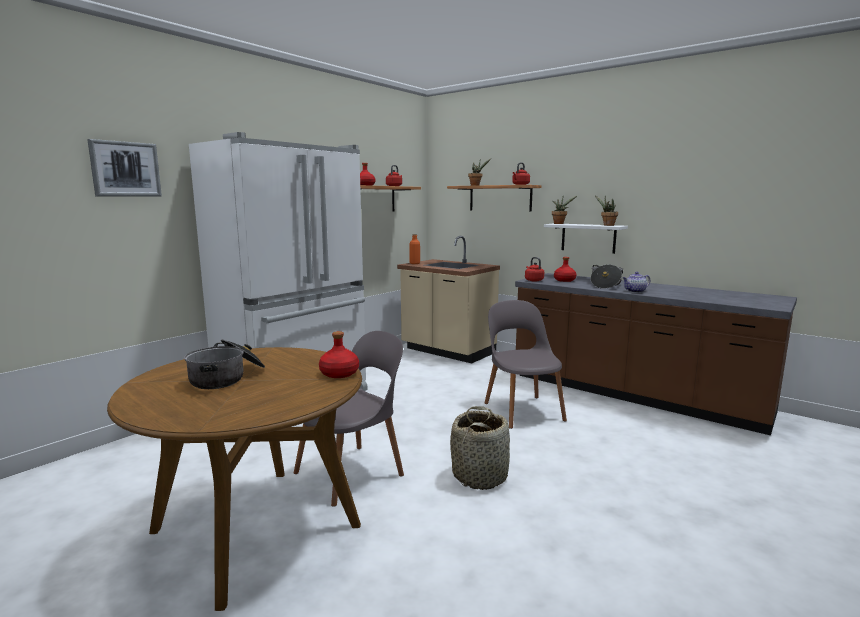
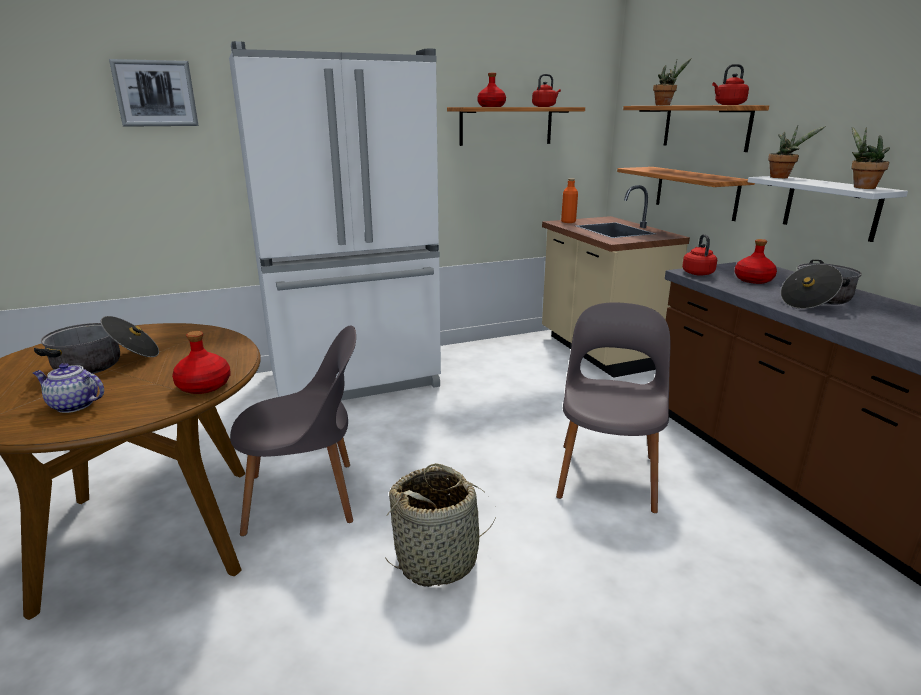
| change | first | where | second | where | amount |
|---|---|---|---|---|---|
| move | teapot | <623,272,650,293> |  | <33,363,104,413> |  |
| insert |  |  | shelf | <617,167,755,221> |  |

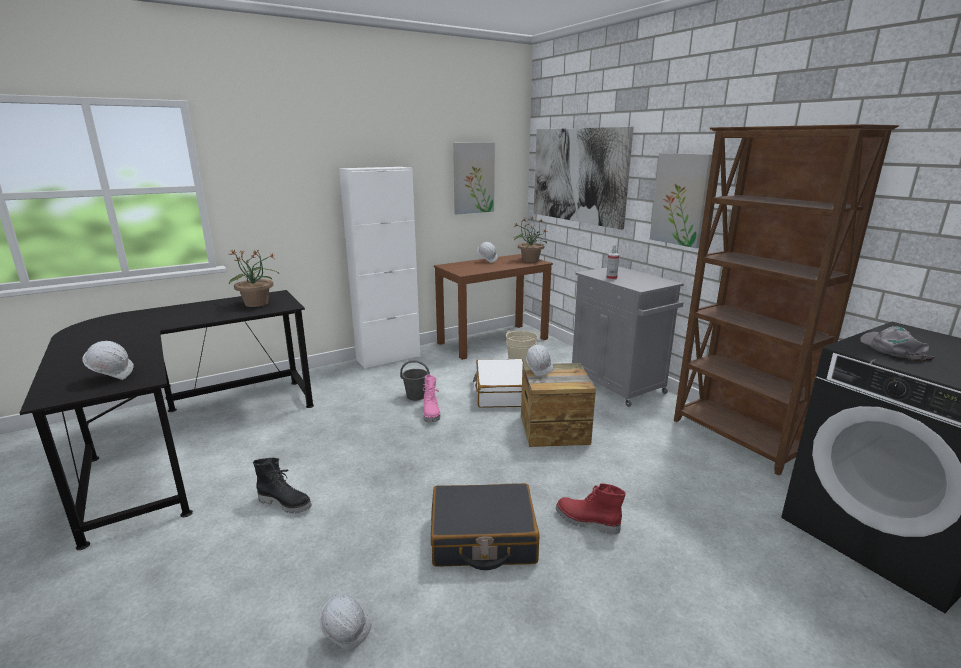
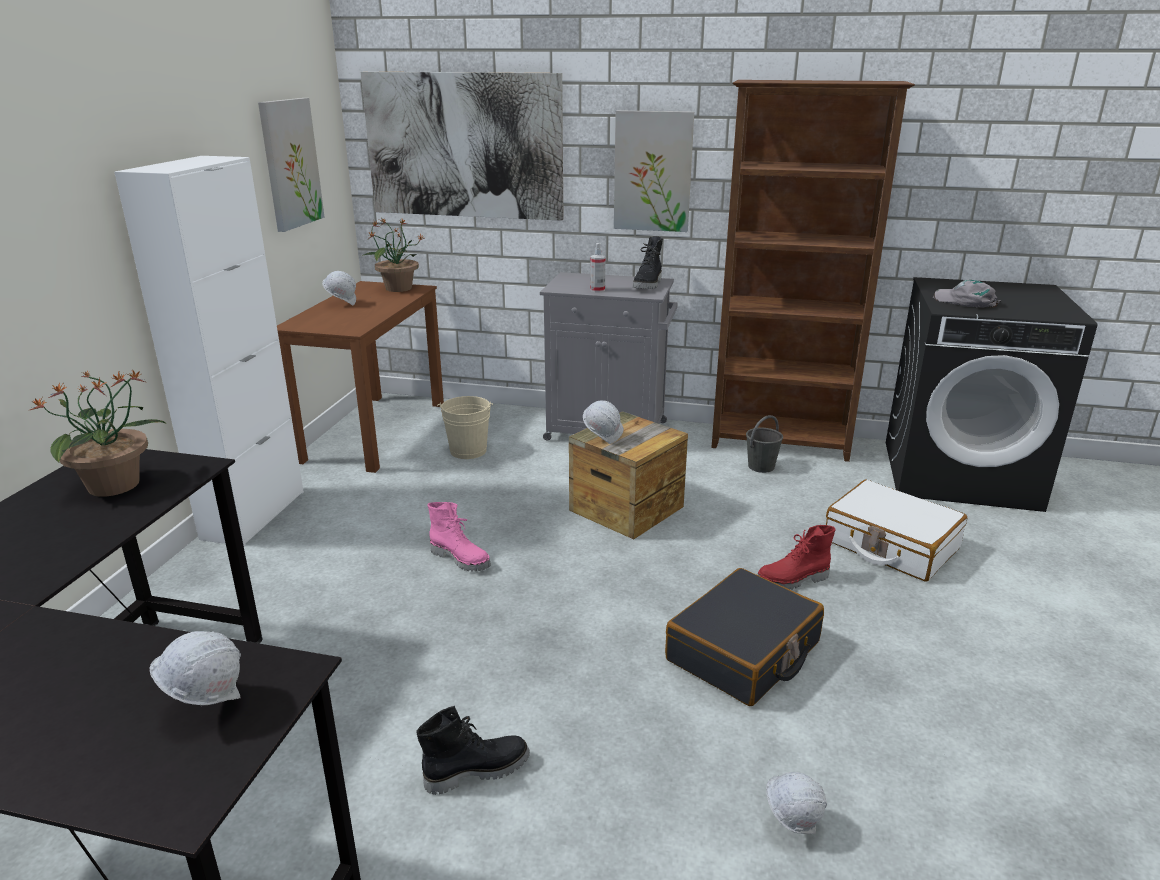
| change | first | where | second | where | amount |
|---|---|---|---|---|---|
| move | bucket in grey | <400,360,430,401> |  | <746,415,783,473> |  |
| move | suitcase in white | <473,359,524,408> |  | <826,480,967,582> |  |
| insert |  |  | boot in black | <633,236,663,289> |  |

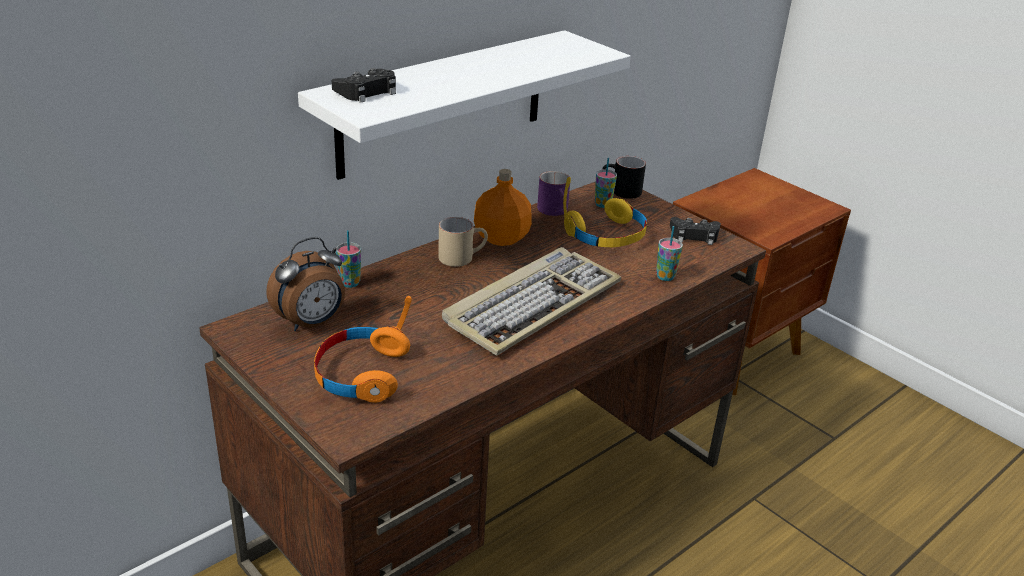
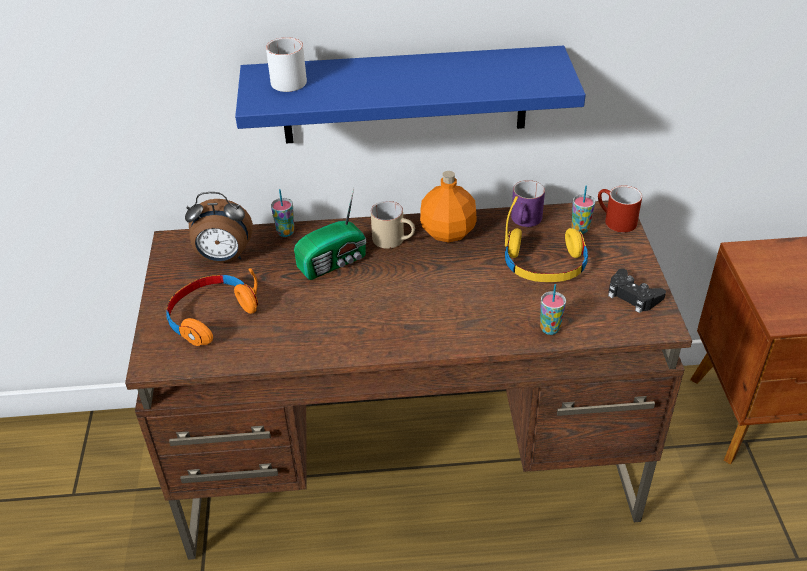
| change | first | where | second | where | amount |
|---|---|---|---|---|---|
| recolor | shelf in white | <298,30,631,180> | shelf in blue | <235,46,586,144> |  |
| replace | game controller in black | <332,68,396,103> | mug in white | <266,37,307,92> |  |
| delete | keyboard | <442,247,621,356> |  |  |  |
| recolor | mug in black | <602,156,646,199> | mug in red | <598,185,642,233> |  |
| insert |  |  | radio | <294,188,366,280> |  |

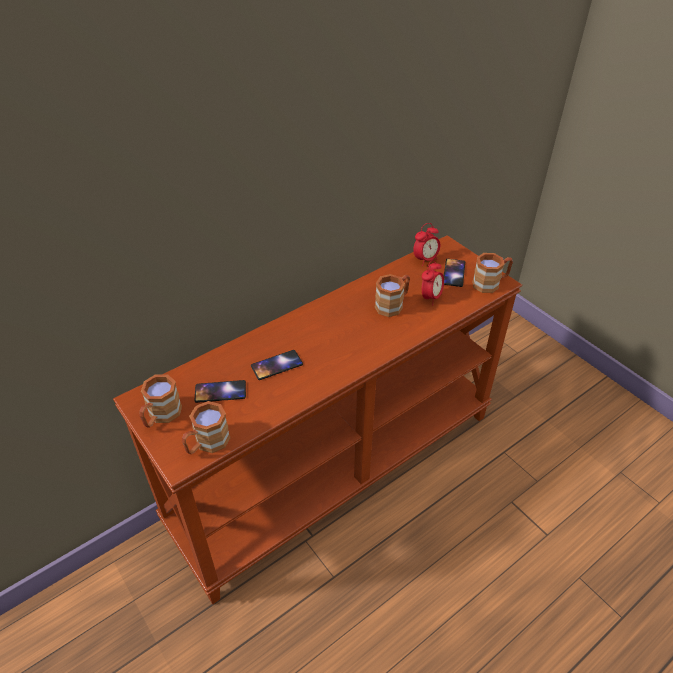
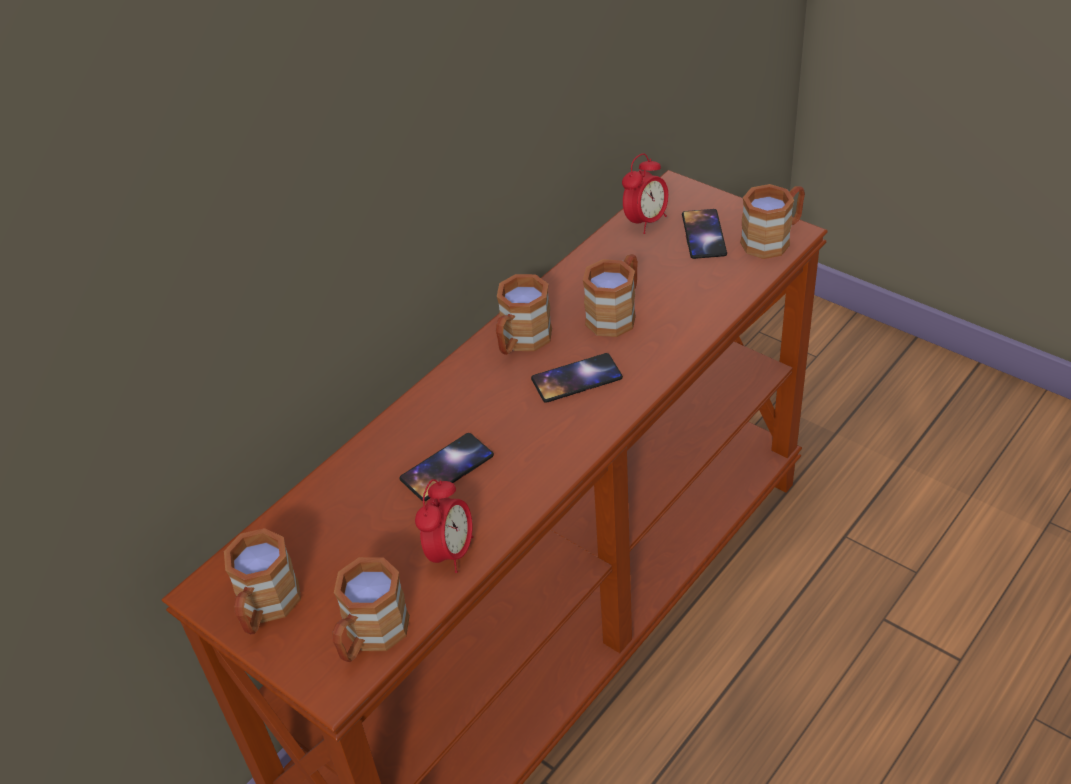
| change | first | where | second | where | amount |
|---|---|---|---|---|---|
| move | phone | <194,380,246,403> |  | <531,353,623,403> |  |
| move | alarm clock | <422,260,444,305> |  | <415,479,473,573> |  |
| insert |  |  | mug in brown | <496,274,552,355> |  |

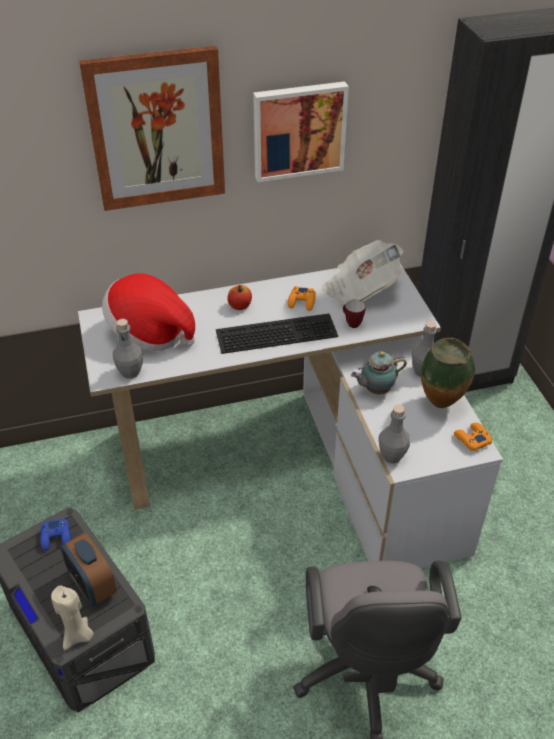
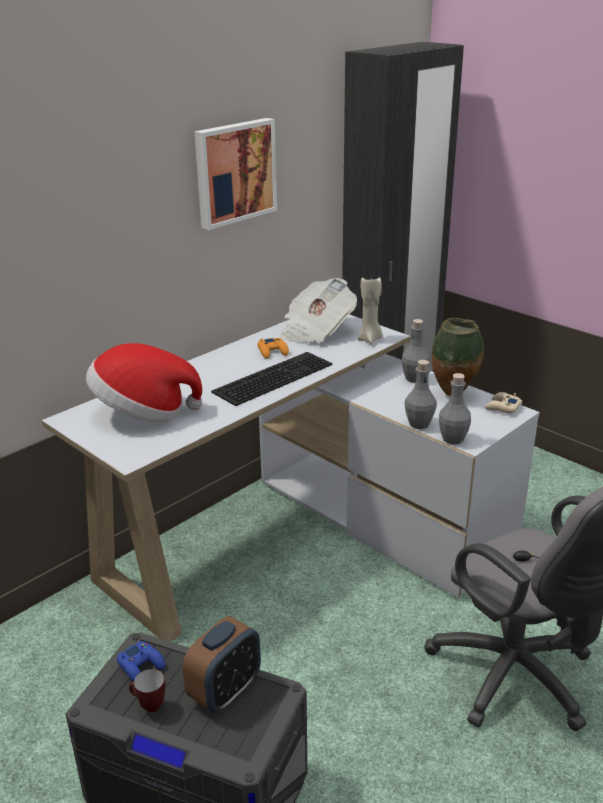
| change | first | where | second | where | amount |
|---|---|---|---|---|---|
| move | candle in beige | <51,586,94,650> |  | <357,276,382,344> |  |
| rotate | alarm clock | <60,533,117,606> |  | <183,616,261,713> | 75 degrees counterclockwise |
| delete | picture | <79,46,225,211> |  |  |  |
| move | bottle in grey | <113,319,143,379> |  | <405,360,437,429> |  |
| delete | apple | <227,285,252,310> |  |  |  |
| move | mug | <343,300,365,328> |  | <129,669,165,713> |  |
| delete | teapot | <351,351,407,395> |  |  |  |
| recolor | game controller in orange | <454,423,492,451> | game controller in beige | <485,392,522,414> |  |

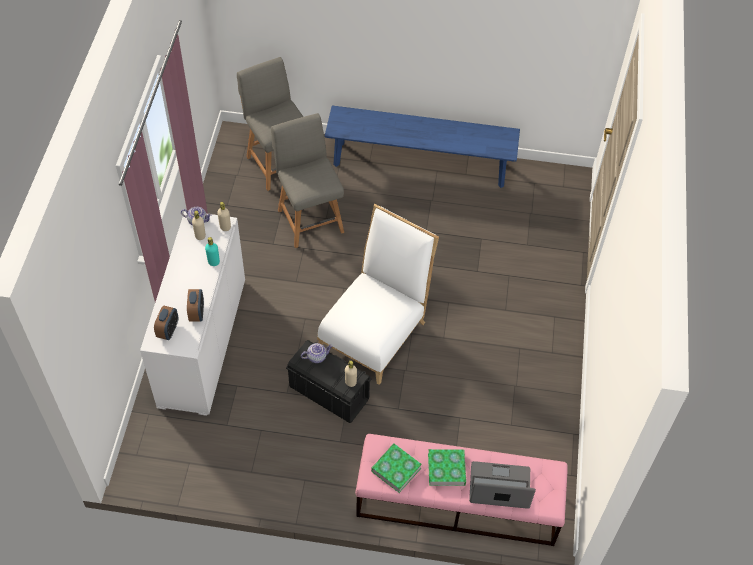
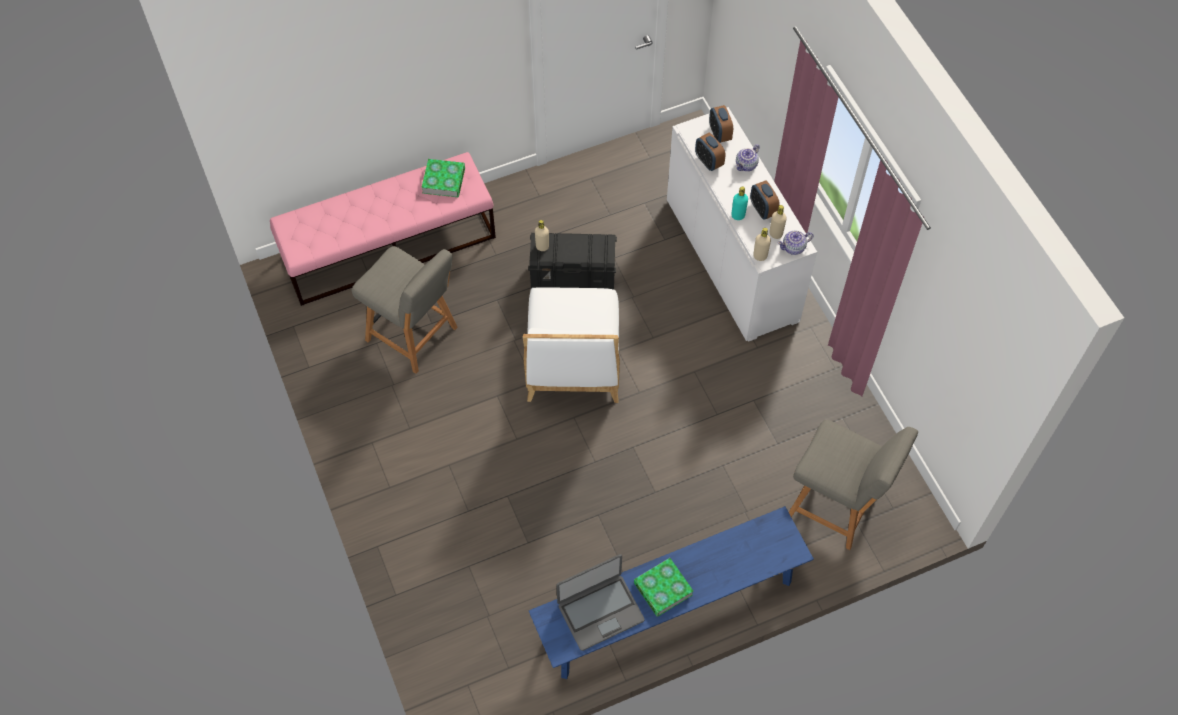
| change | first | where | second | where | amount |
|---|---|---|---|---|---|
| move | chair in grey | <271,113,344,248> |  | <351,246,458,374> |  |
| move | teapot | <301,343,333,363> |  | <736,144,760,171> |  |
| move | book | <428,449,466,486> |  | <634,558,693,617> |  |
| move | laptop | <469,461,536,509> |  | <556,554,645,651> |  |
| insert |  |  | alarm clock | <750,180,780,220> |  |

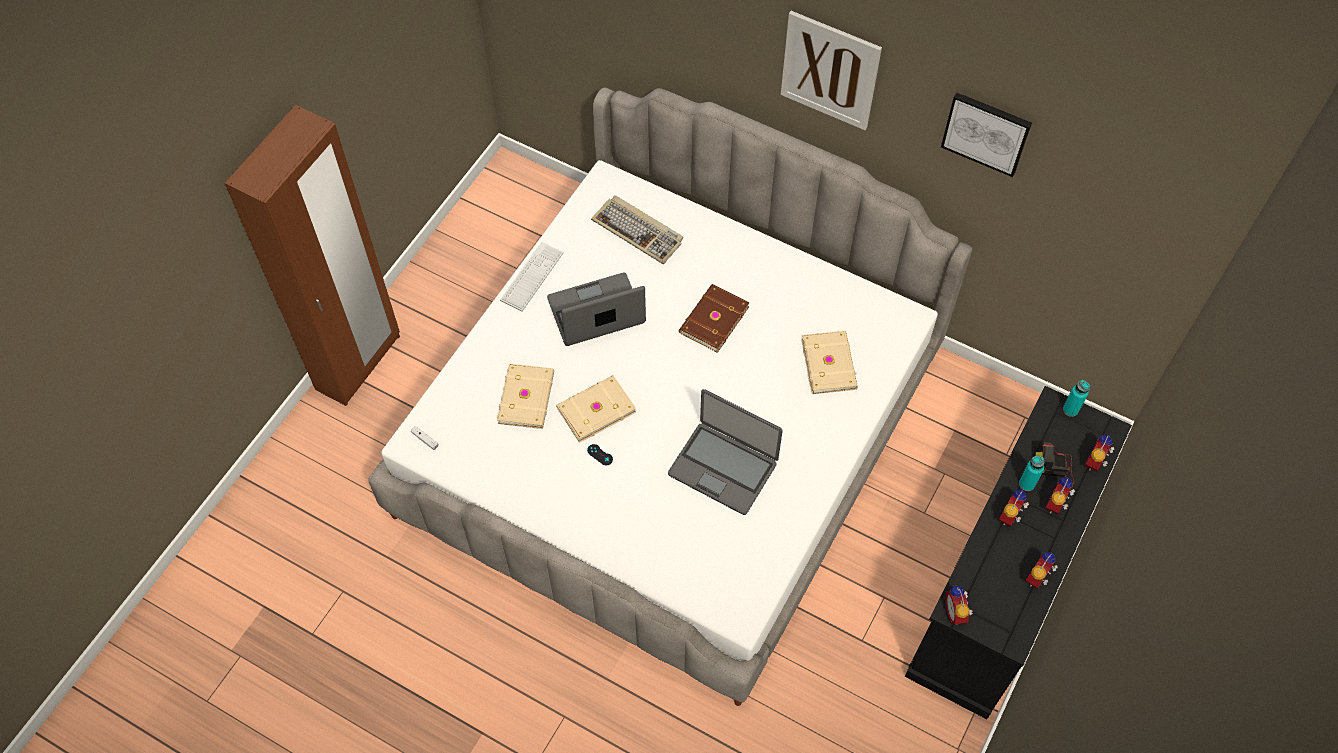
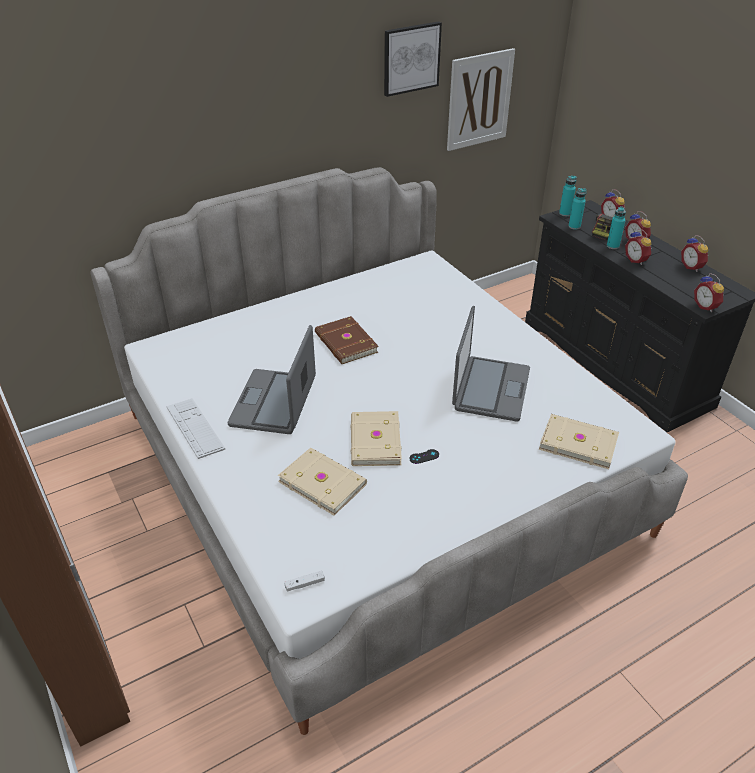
| change | first | where | second | where | amount |
|---|---|---|---|---|---|
| delete | keyboard | <591,195,683,264> |  |  |  |
| rotate | laptop | <668,389,783,515> |  | <452,306,530,422> | 45 degrees counterclockwise |
| move | picture | <781,11,882,130> |  | <447,48,515,151> |  |
| move | book in beige | <801,331,858,394> |  | <539,414,619,469> |  |
| rotate | alarm clock | <945,586,973,624> |  | <694,273,724,312> | 45 degrees clockwise |
| insert |  |  | bottle in turquoise | <568,188,587,230> |  |

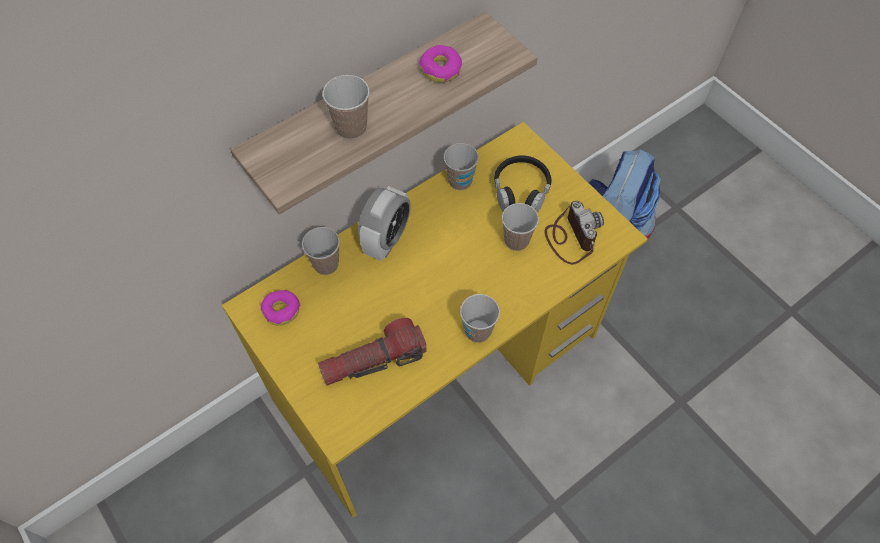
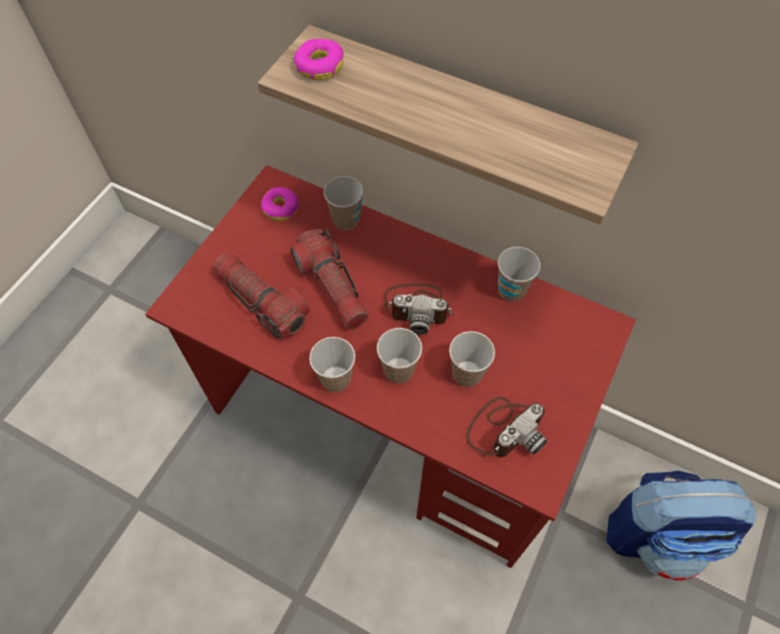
| change | first | where | second | where | amount |
|---|---|---|---|---|---|
| recolor | desk in yellow | <222,122,648,518> | desk in red | <145,165,636,568> |  |
| move | cup | <323,75,370,139> |  | <377,328,422,383> |  |
| delete | alarm clock | <358,186,411,261> |  |  |  |
| move | donut | <419,45,462,83> |  | <294,39,344,80> |  |
| delete | headphones in black | <494,155,552,212> |  |  |  |
| insert |  |  | flashlight | <290,229,369,329> |  |
| insert |  |  | photo camera | <384,283,454,335> |  |

